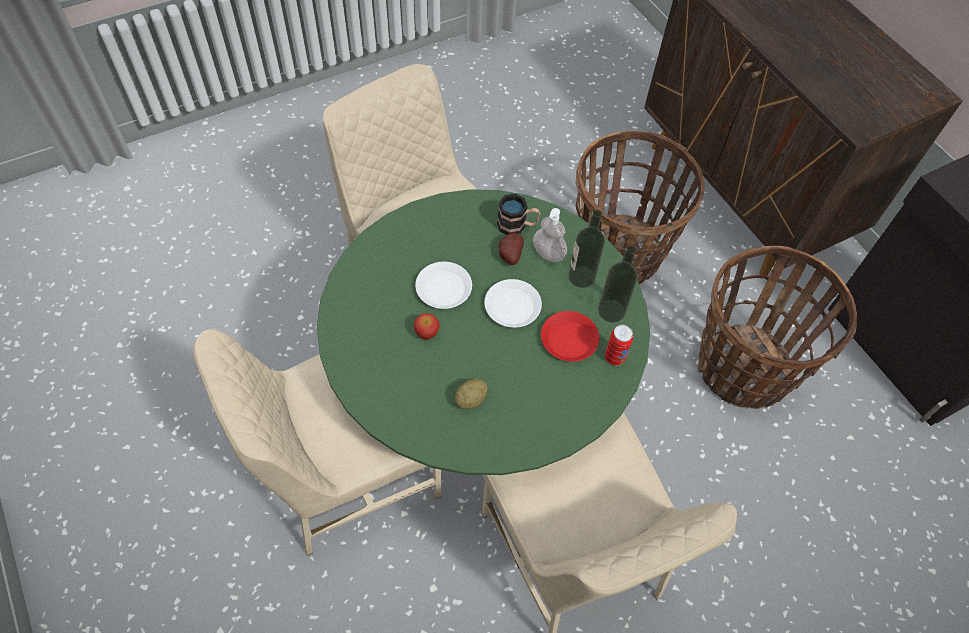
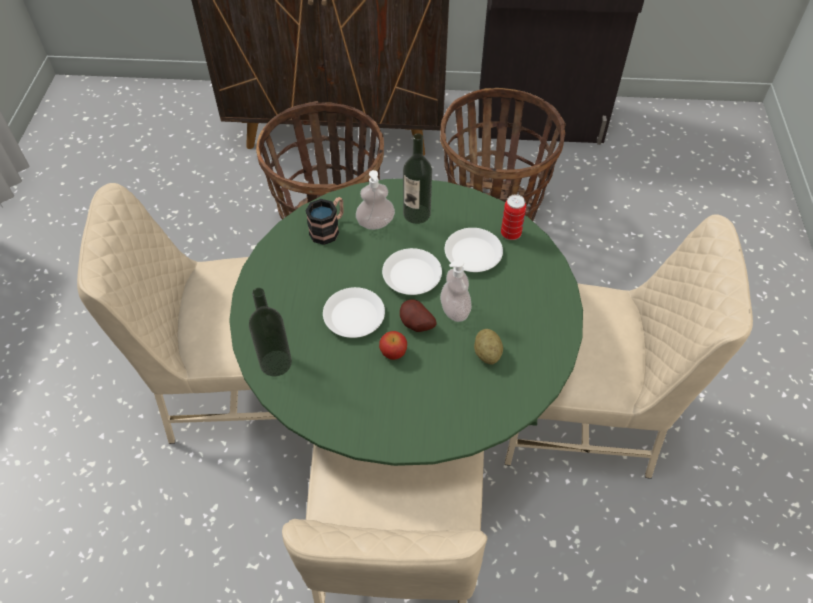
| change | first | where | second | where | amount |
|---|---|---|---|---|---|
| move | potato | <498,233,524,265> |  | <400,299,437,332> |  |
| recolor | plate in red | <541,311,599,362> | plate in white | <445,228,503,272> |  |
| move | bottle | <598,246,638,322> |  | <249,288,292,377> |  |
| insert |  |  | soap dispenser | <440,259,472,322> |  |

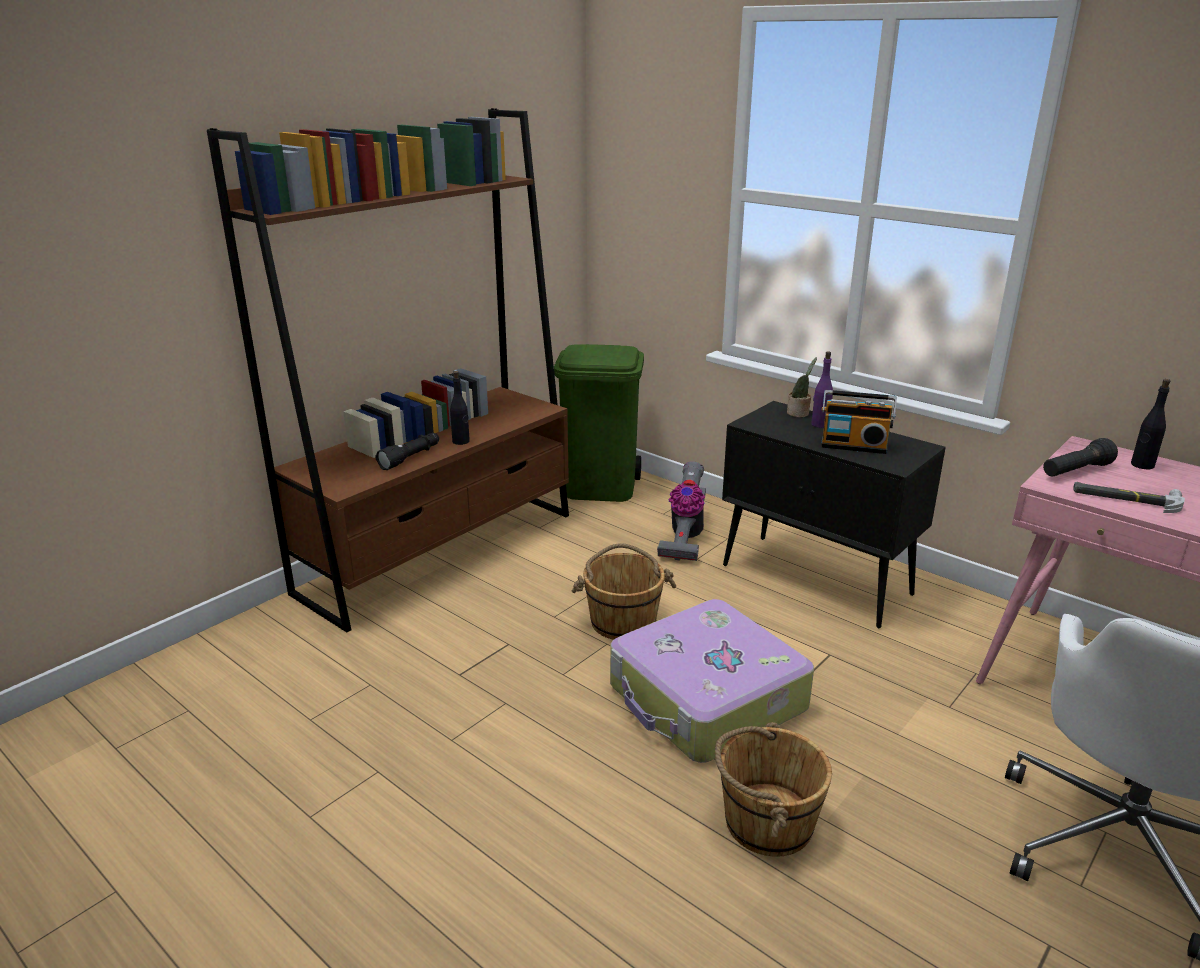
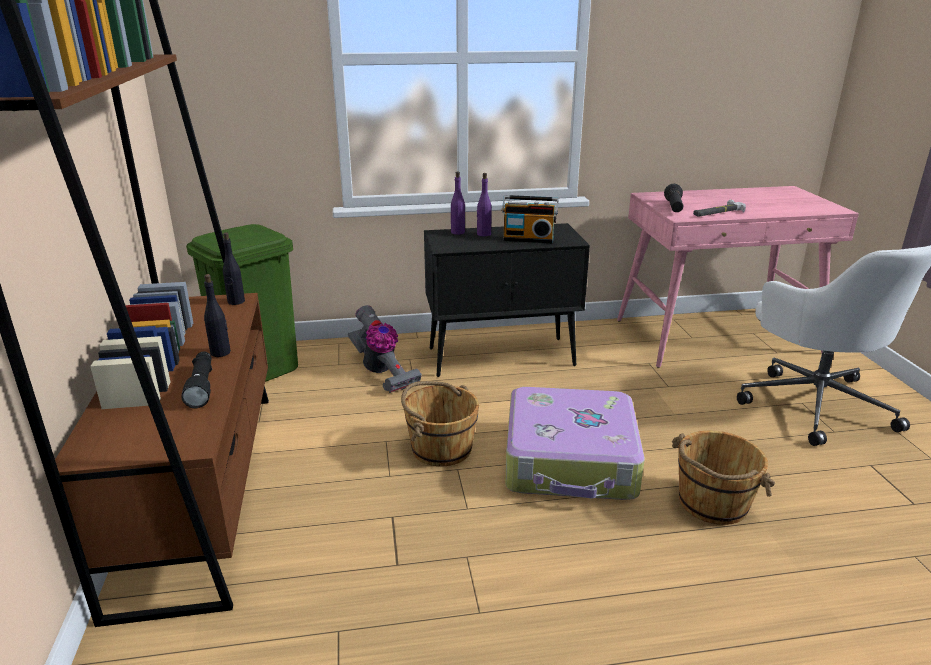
| change | first | where | second | where | amount |
|---|---|---|---|---|---|
| replace | potted plant | <787,357,817,417> | bottle in purple | <451,171,465,235> |  |
| rotate | radio | <821,390,897,454> |  | <502,195,559,243> | 45 degrees clockwise |
| move | bottle in black | <1131,379,1170,469> |  | <223,232,245,305> |  |

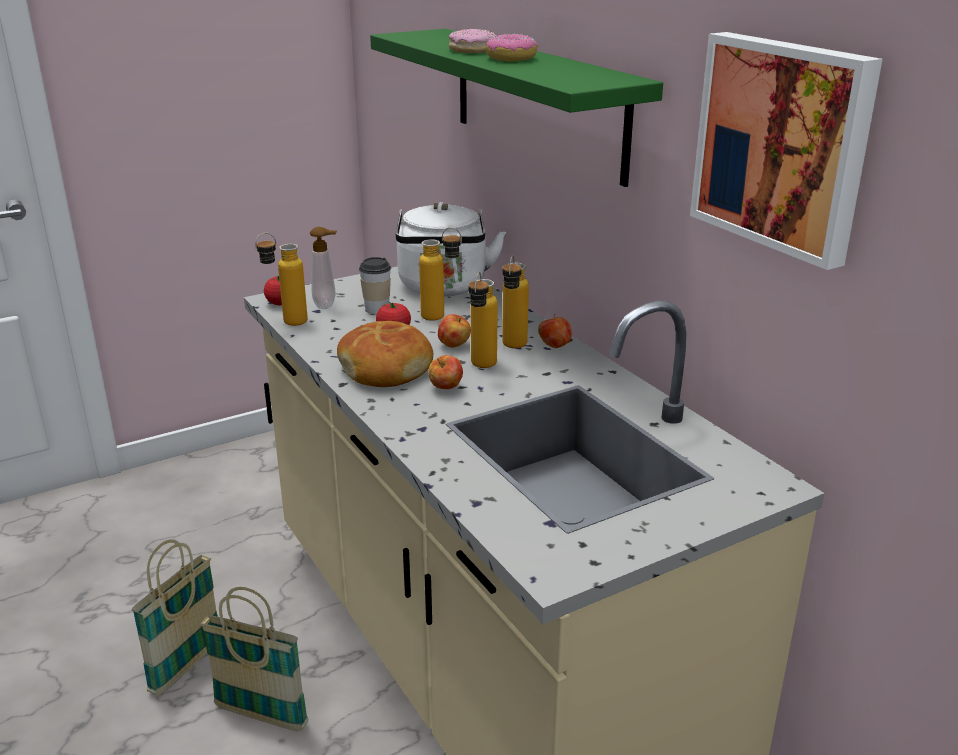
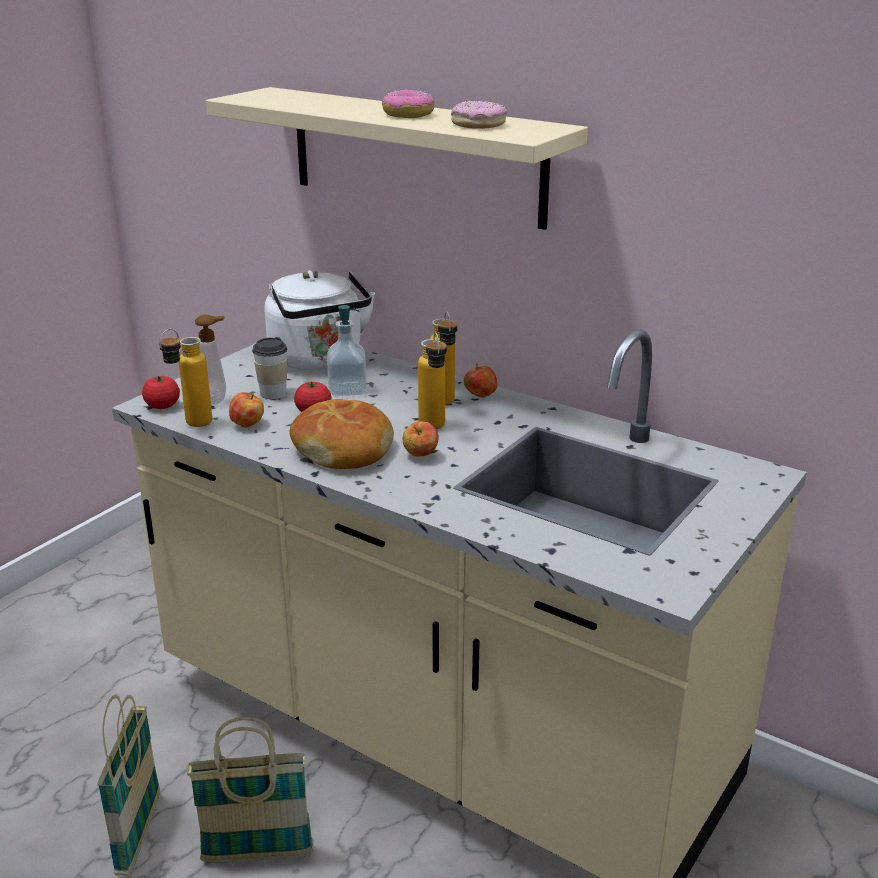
| change | first | where | second | where | amount |
|---|---|---|---|---|---|
| recolor | shelf in green | <370,29,663,187> | shelf in beige | <206,87,588,230> |  |
| replace | bottle | <419,227,462,321> | soap dispenser | <327,305,367,396> |  |
| move | apple | <438,314,471,348> |  | <229,392,264,428> |  |
| move | donut | <449,29,497,53> |  | <451,101,507,129> |  |
| delete | picture | <690,32,883,270> |  |  |  |

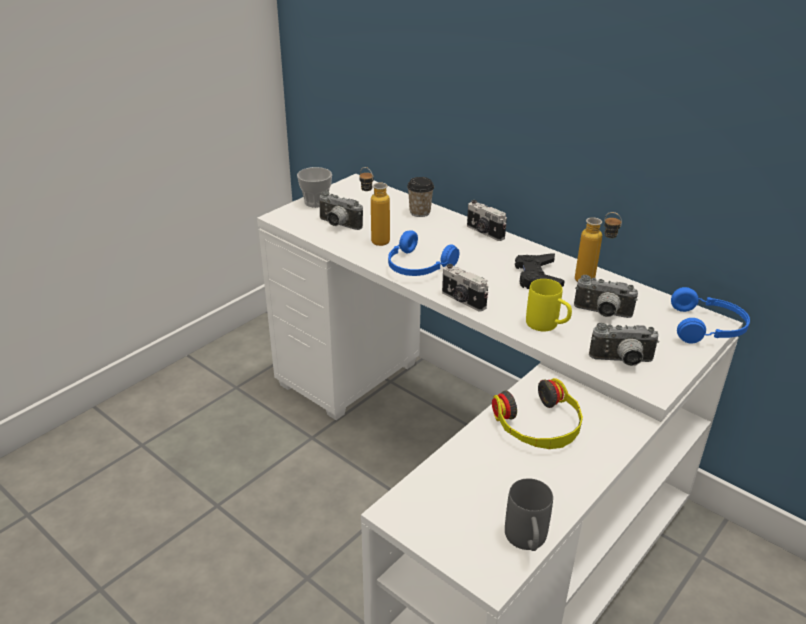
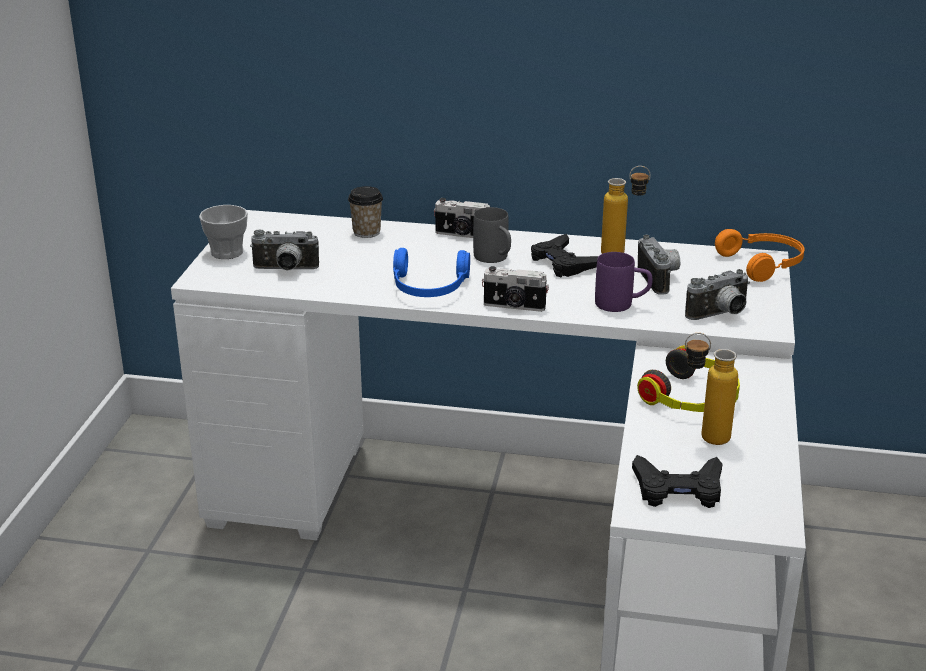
| change | first | where | second | where | amount |
|---|---|---|---|---|---|
| move | bottle | <359,167,390,246> |  | <685,333,738,445> |  |
| move | mug in grey | <505,478,553,551> |  | <473,207,511,263> |  |
| recolor | mug in yellow | <526,279,572,331> | mug in purple | <595,252,653,312> |  |
| rotate | photo camera | <574,275,638,318> |  | <638,235,680,295> | 90 degrees counterclockwise |
| recolor | headphones in blue | <671,287,750,344> | headphones in orange | <715,229,805,282> |  |
| insert |  |  | game controller in black | <632,455,722,508> |  |

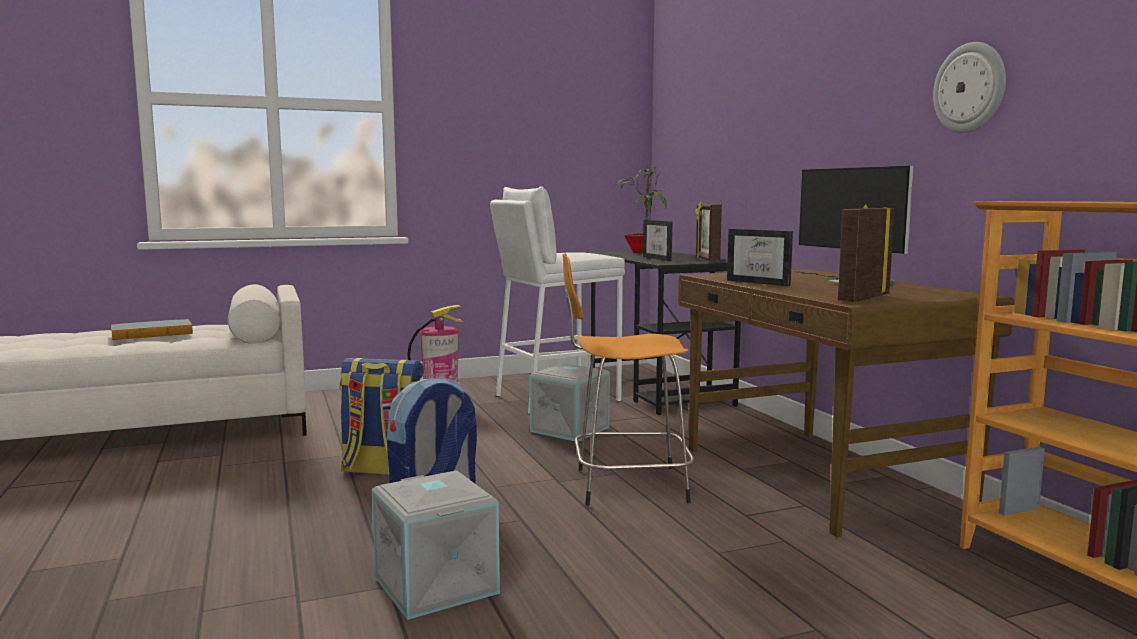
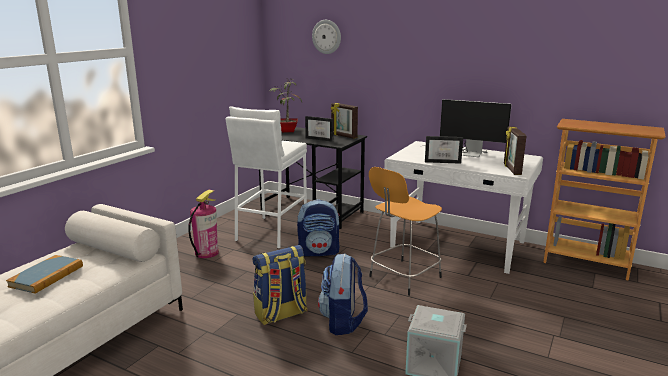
| change | first | where | second | where | amount |
|---|---|---|---|---|---|
| replace | storage box in grey | <529,364,610,442> | backpack | <297,199,340,256> |  |
| recolor | desk in brown | <678,269,1014,537> | desk in white | <384,141,543,274> |  |
| move | wall clock | <933,42,1006,133> |  | <312,20,341,54> |  |

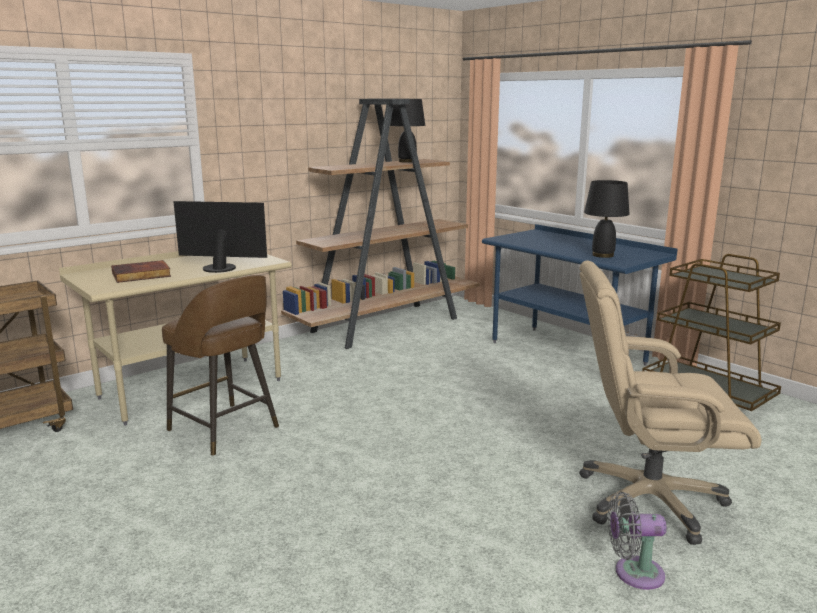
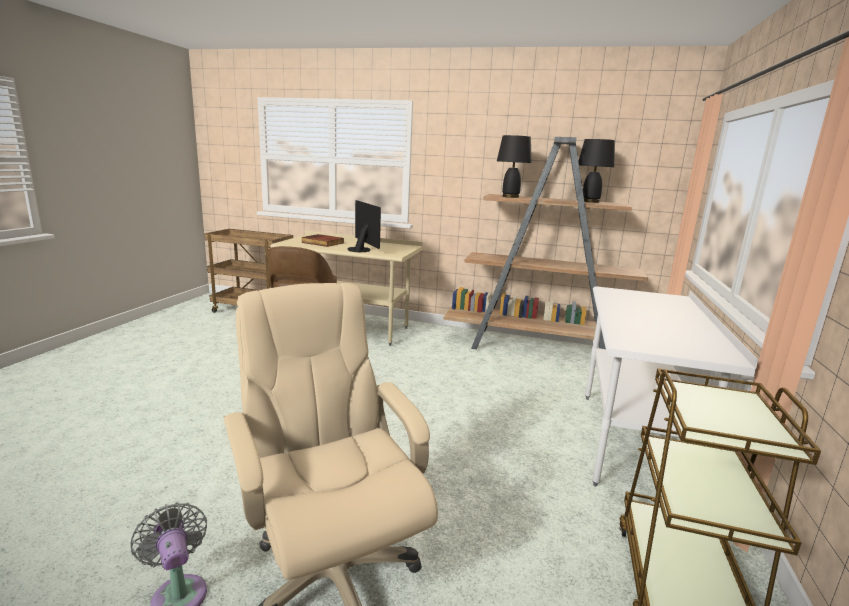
| change | first | where | second | where | amount |
|---|---|---|---|---|---|
| recolor | desk in blue | <482,224,677,366> | desk in white | <585,286,758,487> |  |
| move | table lamp in black | <584,180,629,258> |  | <497,135,532,198> |  |

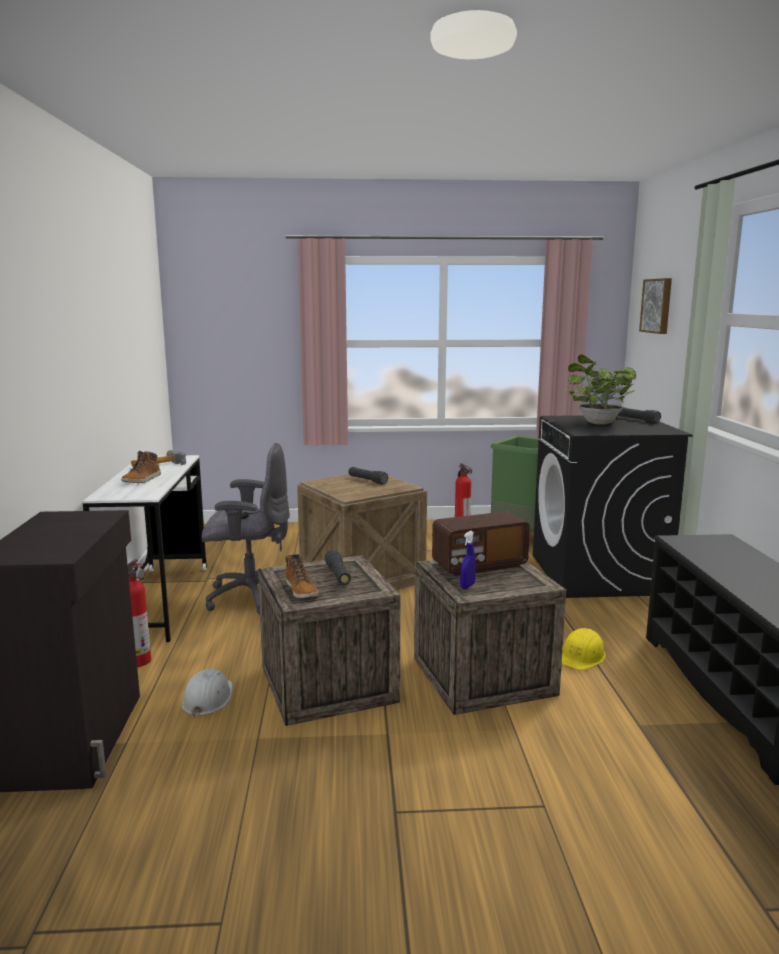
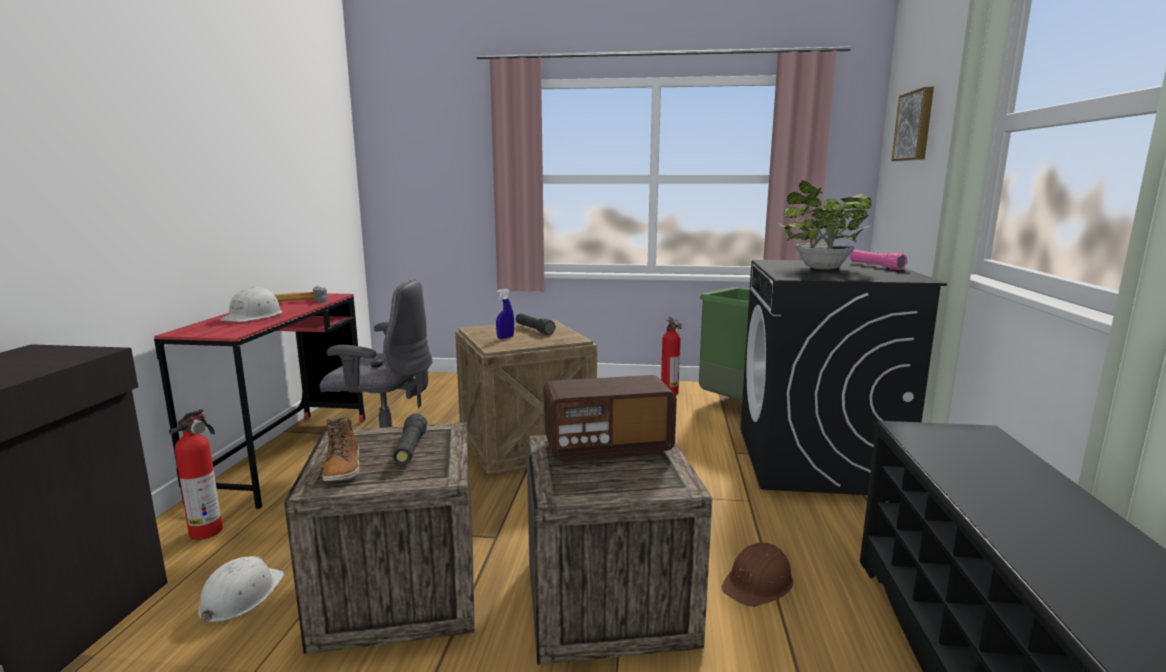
| change | first | where | second | where | amount |
|---|---|---|---|---|---|
| recolor | desk in white | <83,455,207,642> | desk in red | <154,293,366,509> |  |
| replace | boot | <121,451,161,483> | hard hat in white | <220,287,282,322> |  |
| move | spray bottle in blue | <460,531,476,589> |  | <496,289,514,339> |  |
| recolor | hard hat in yellow | <562,628,606,670> | hard hat in brown | <721,542,793,607> |  |
| recolor | flashlight in black | <618,407,661,423> | flashlight in pink | <850,250,908,270> |  |

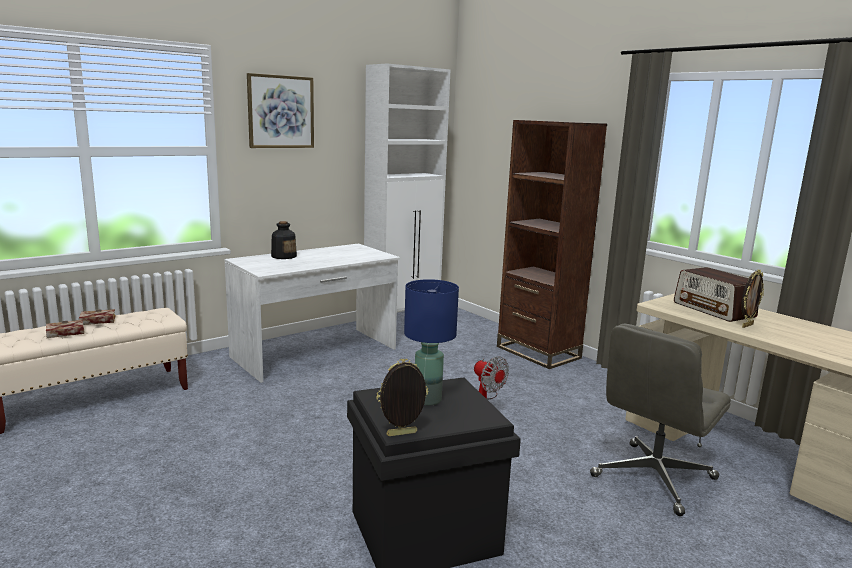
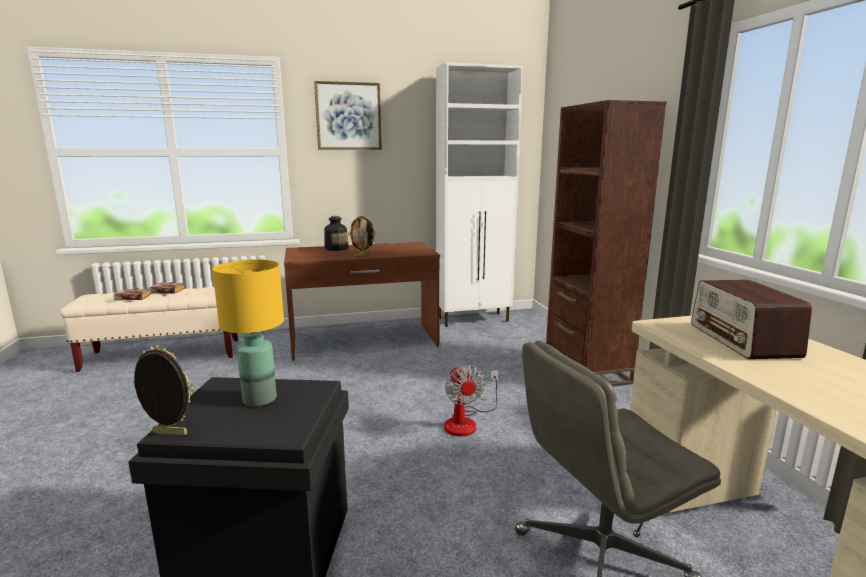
| change | first | where | second | where | amount |
|---|---|---|---|---|---|
| recolor | desk in white | <224,244,400,383> | desk in brown | <284,242,440,361> |  |
| recolor | table lamp in blue | <404,279,459,406> | table lamp in yellow | <212,260,284,407> |  |
| move | picture frame | <741,269,764,328> |  | <348,214,376,257> |  |

